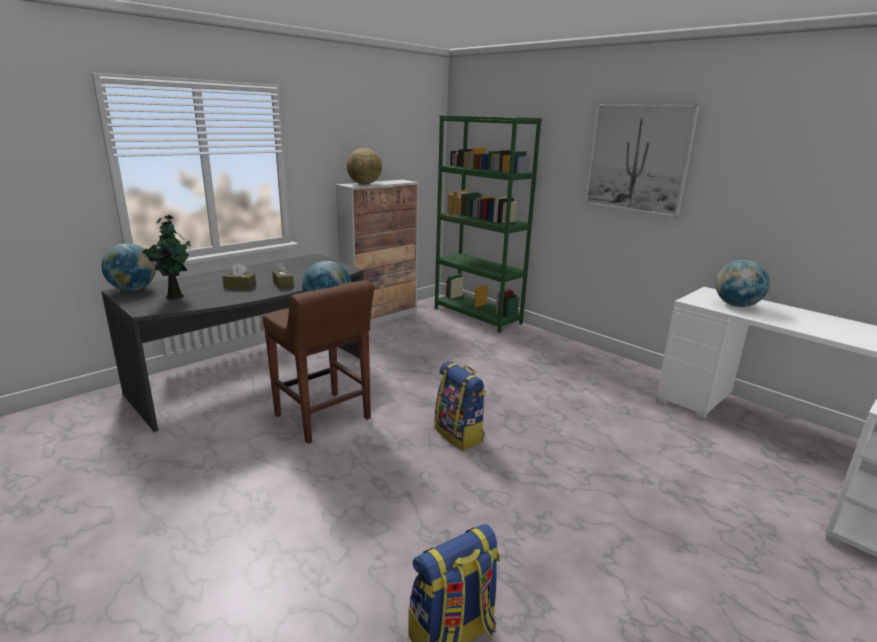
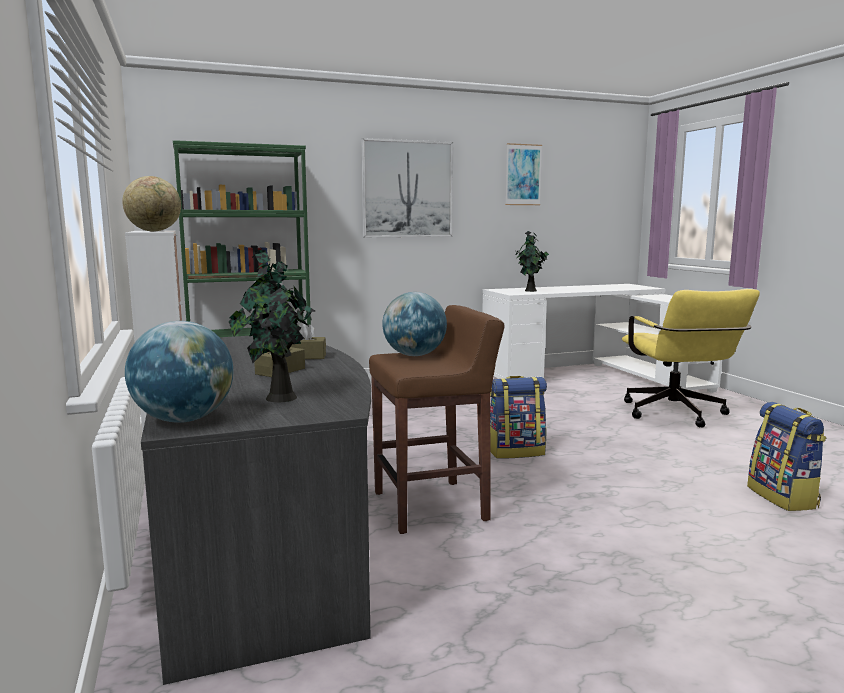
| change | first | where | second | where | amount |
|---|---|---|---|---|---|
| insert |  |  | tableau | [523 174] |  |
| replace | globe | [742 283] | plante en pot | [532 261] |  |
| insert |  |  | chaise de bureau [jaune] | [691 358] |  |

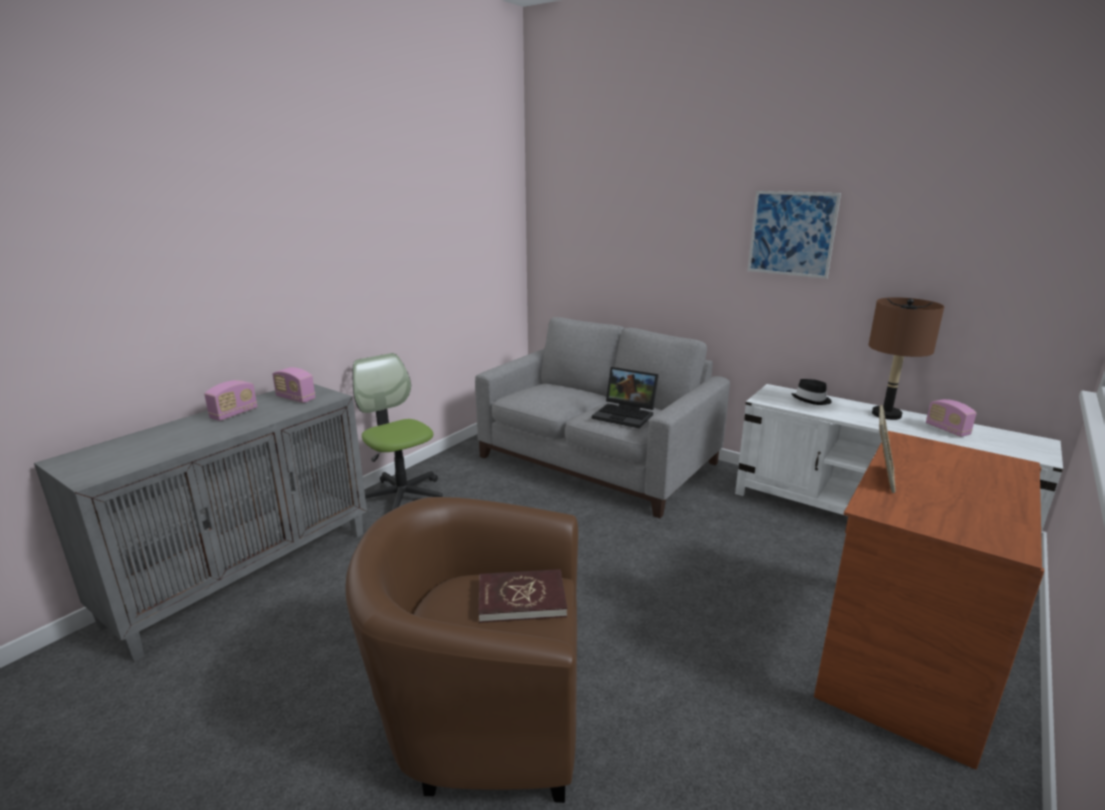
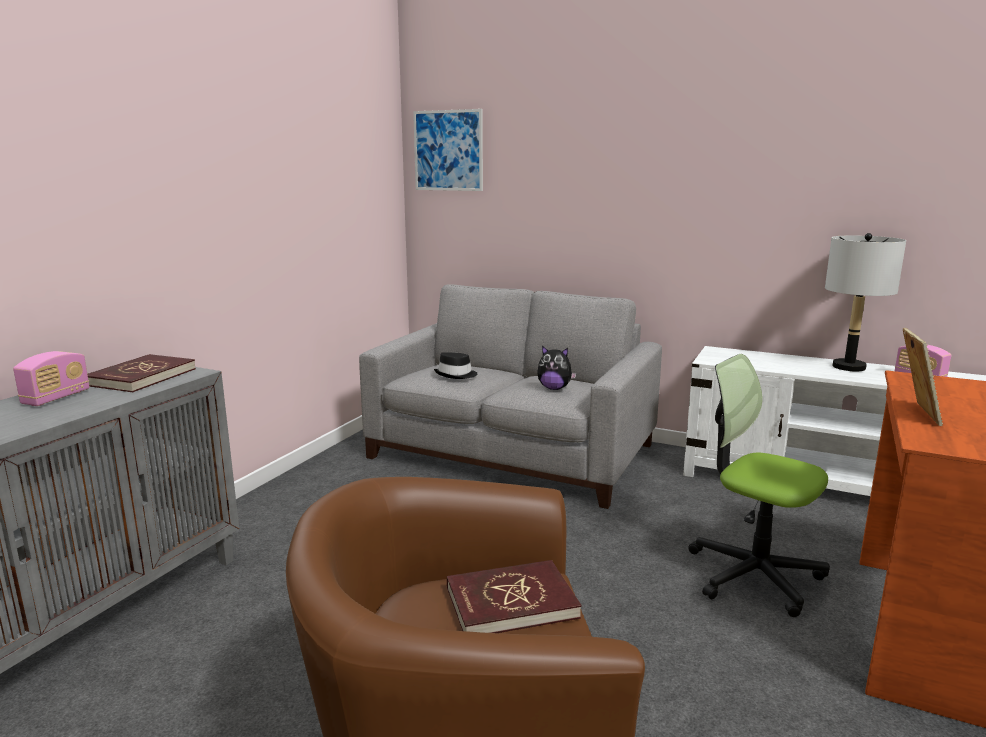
| change | first | where | second | where | amount |
|---|---|---|---|---|---|
| replace | radio | [293 385] | livre [rouge] | [142 373] |  |
| move | tableau | [794 235] |  | [448 150] |  |
| move | chapeau [noir] | [811 392] |  | [455 365] |  |
| replace | ordinateur portable | [625 397] | peluche | [557 368] |  |
| move | chaise de bureau | [398 432] |  | [759 485] |  |
| recolor | lampe de table [marron] | [906 358] | lampe de table [gris] | [865 302] |  |

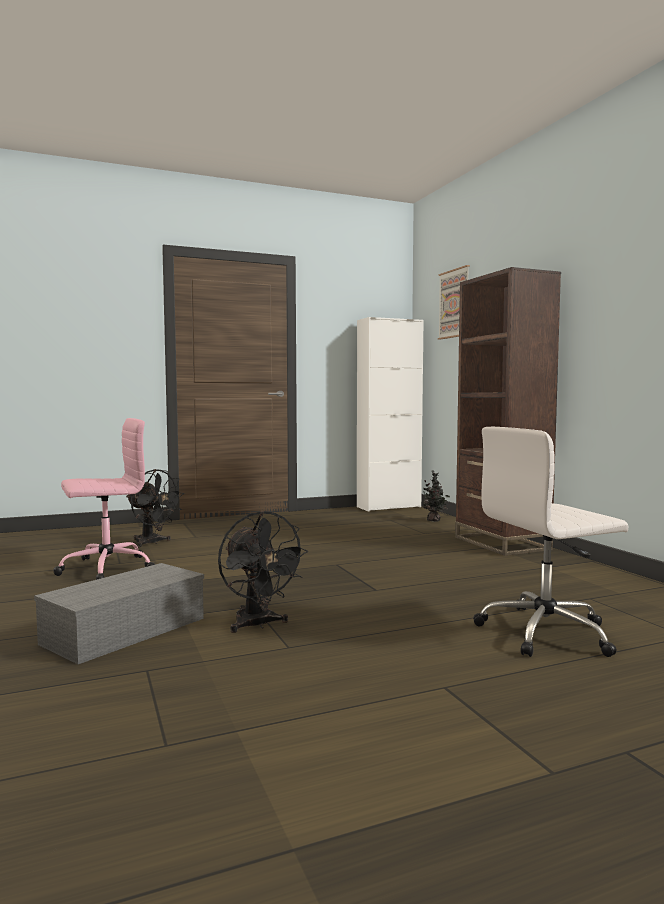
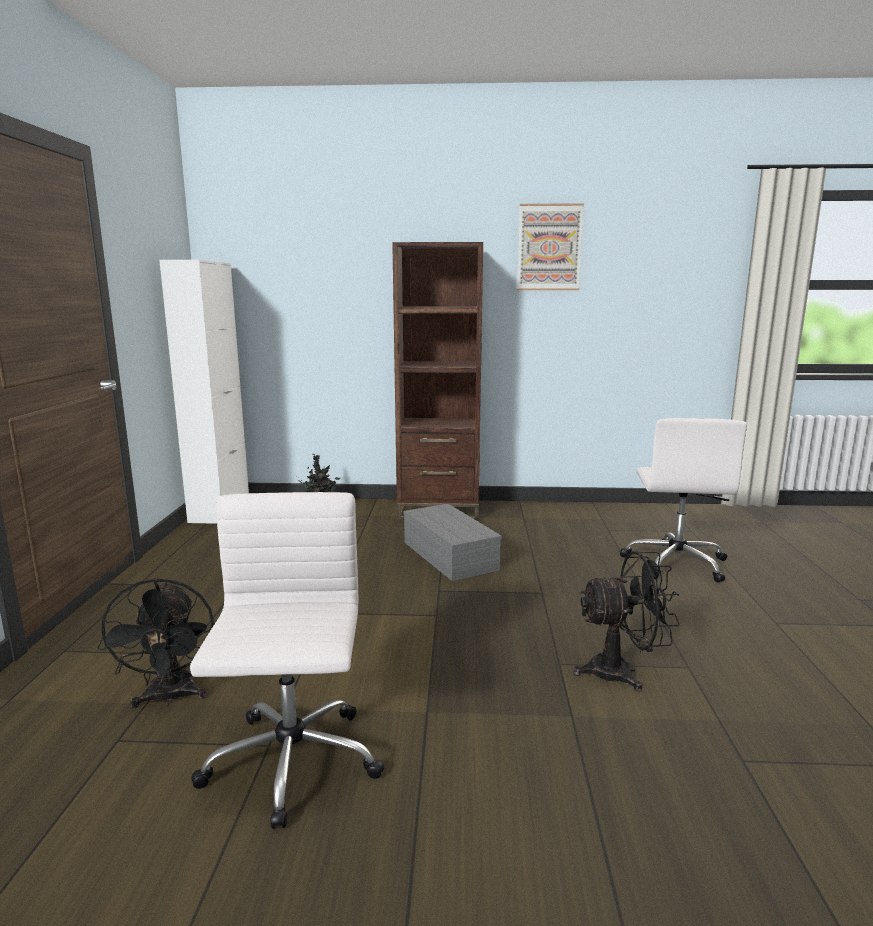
| change | first | where | second | where | amount |
|---|---|---|---|---|---|
| rotate | ventilateur [noir] | [155 508] |  | [155 643] | 105 degrees clockwise |
| recolor | chaise de bureau [rose] | [104 499] | chaise de bureau [blanc] | [287 660] |  |
| move | boîte de rangement [gris] | [119 613] |  | [453 542] |  |
| move | tableau | [454 302] |  | [550 246] |  |

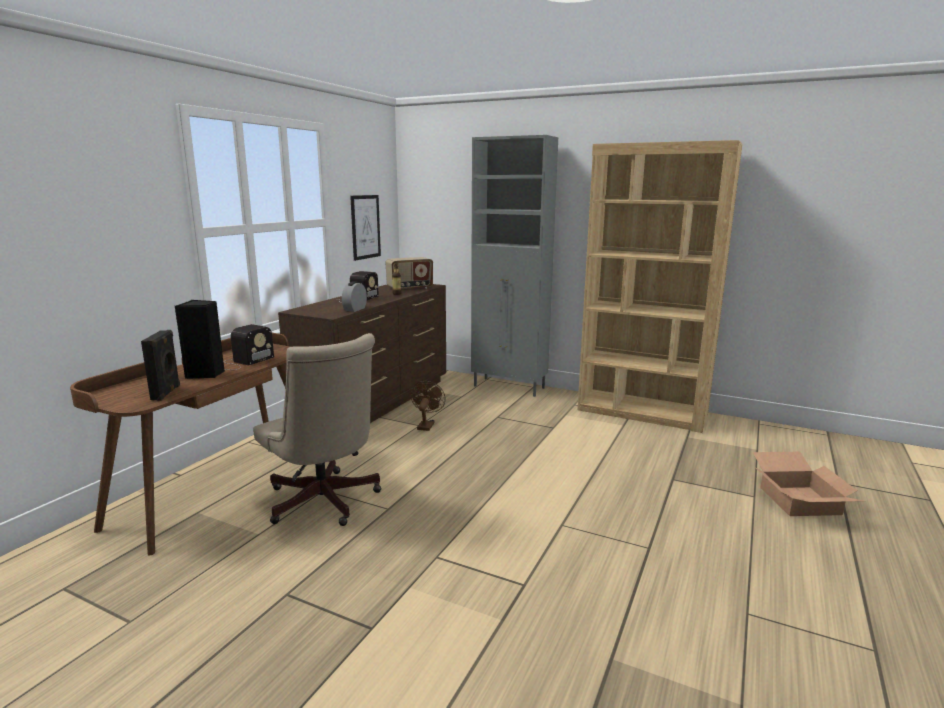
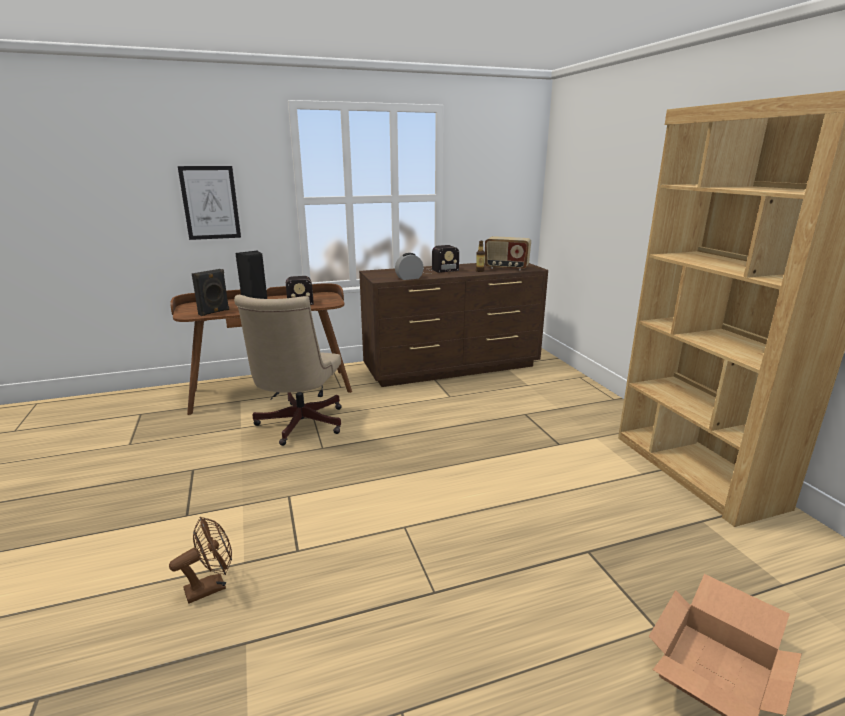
| change | first | where | second | where | amount |
|---|---|---|---|---|---|
| move | ventilateur [marron] | [428 406] |  | [200 560] |  |
| move | tableau | [365 228] |  | [209 203] |  |
| delete | meuble de rangement [gris] | [514 266] |  |  |  |

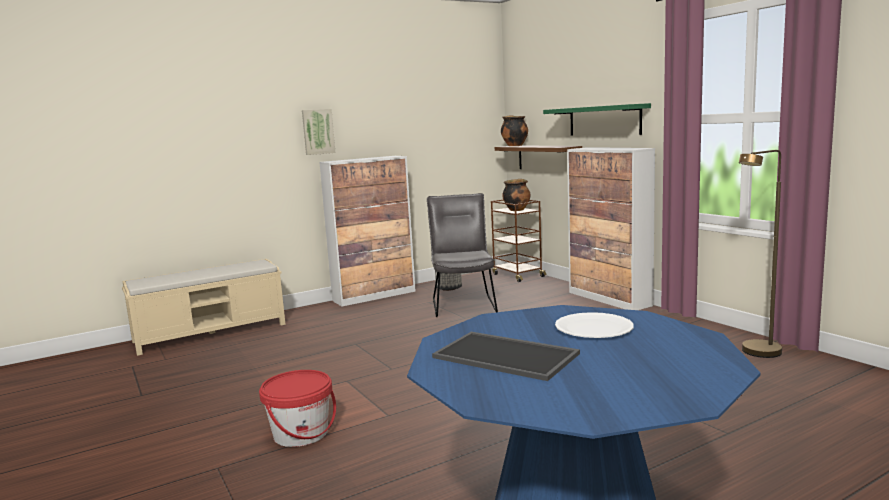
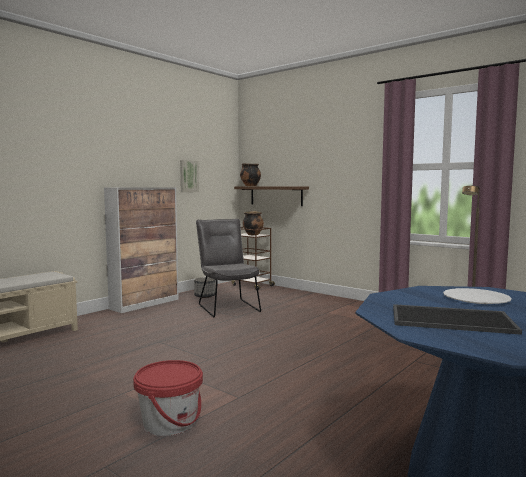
| change | first | where | second | where | amount |
|---|---|---|---|---|---|
| move | tableau | [318 132] |  | [189 176] |  |
| delete | étagère [vert] | [597 119] |  |  |  |
| delete | meuble de rangement | [611 228] |  |  |  |

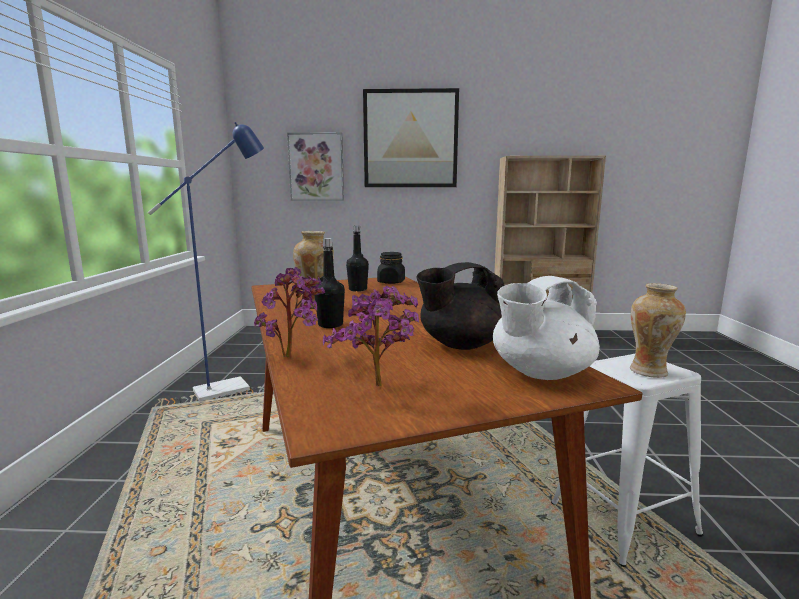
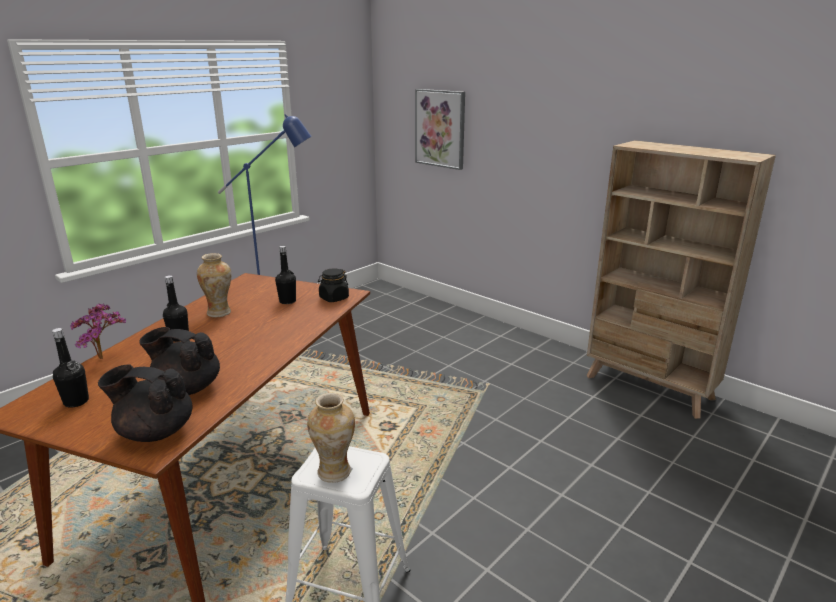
| change | first | where | second | where | amount |
|---|---|---|---|---|---|
| replace | plante en pot | [371 336] | bouteille [noir] | [70 368] |  |
| recolor | théière [blanc] | [546 328] | théière [noir] | [145 403] |  |
| delete | tableau | [411 137] |  |  |  |

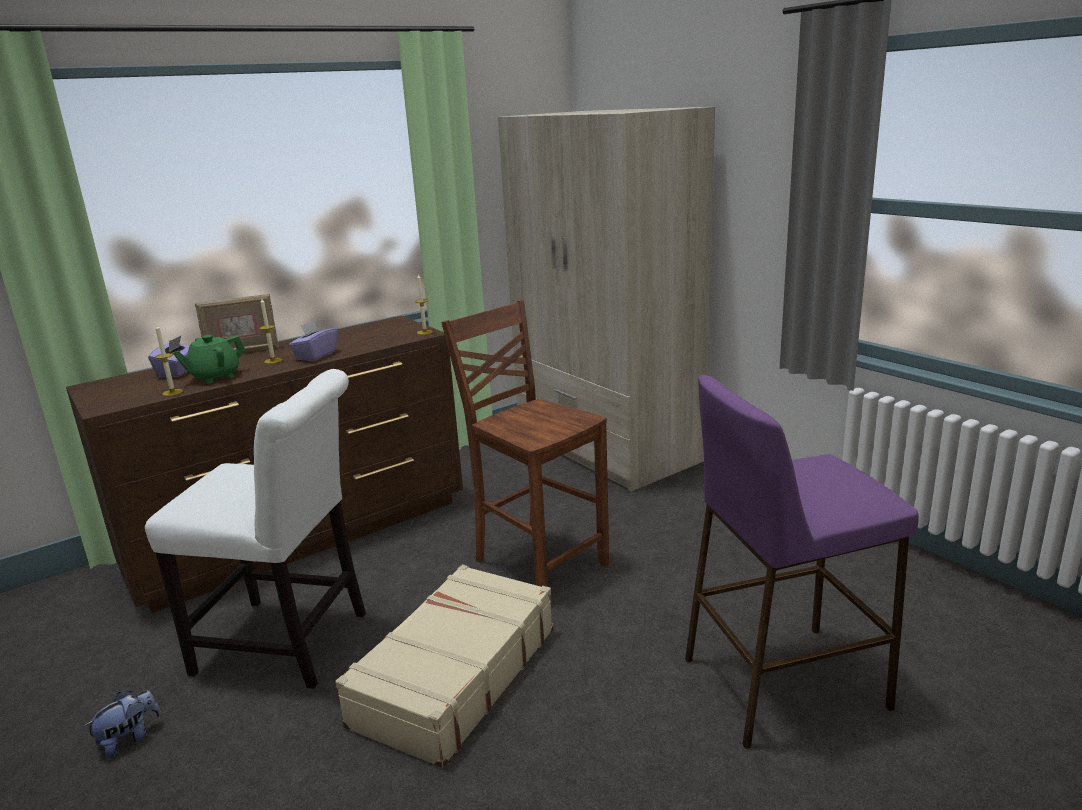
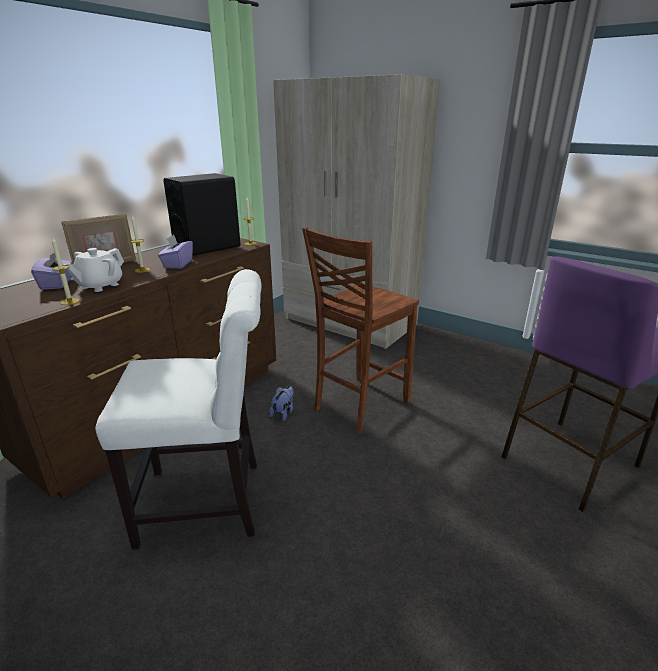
| change | first | where | second | where | amount |
|---|---|---|---|---|---|
| recolor | théière [vert] | [209 359] | théière [blanc] | [94 270] |  |
| insert |  |  | enceinte [noir] | [201 214] |  |
| move | peluche | [122 724] |  | [281 403] |  |
| rotate | chaise [marron] | [525 443] |  | [360 330] | 75 degrees counterclockwise |
| delete | valise [beige] | [444 666] |  |  |  |

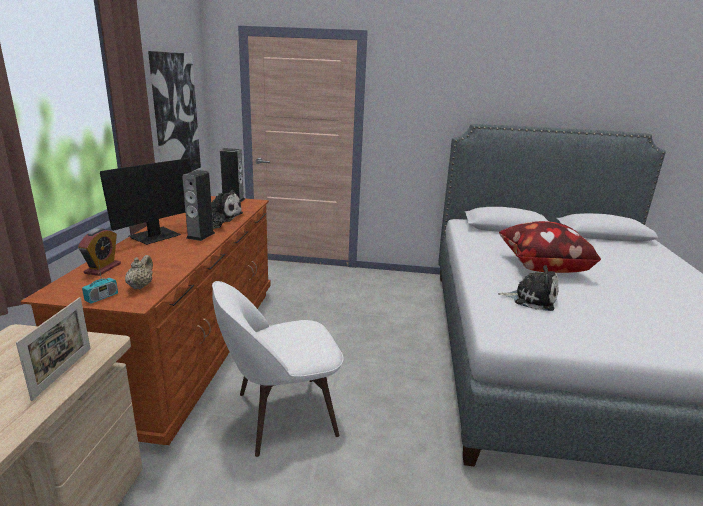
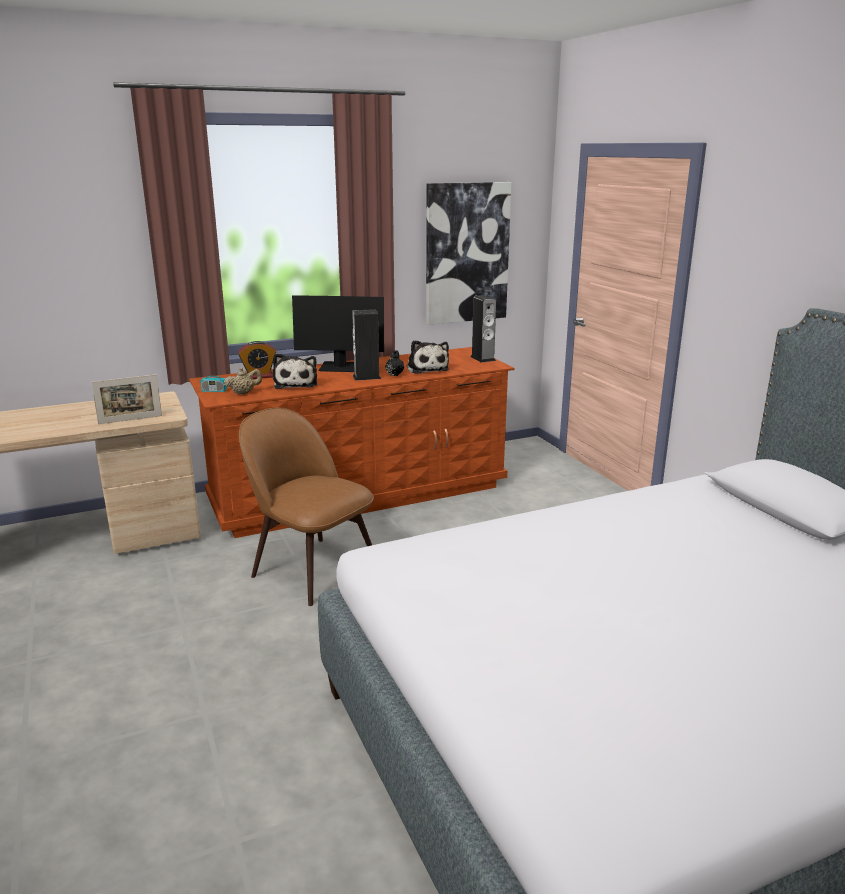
| change | first | where | second | where | amount |
|---|---|---|---|---|---|
| recolor | chaise [blanc] | [278 369] | chaise [marron] | [306 507] |  |
| move | peluche | [528 288] |  | [295 371] |  |
| delete | coussin | [550 247] |  |  |  |

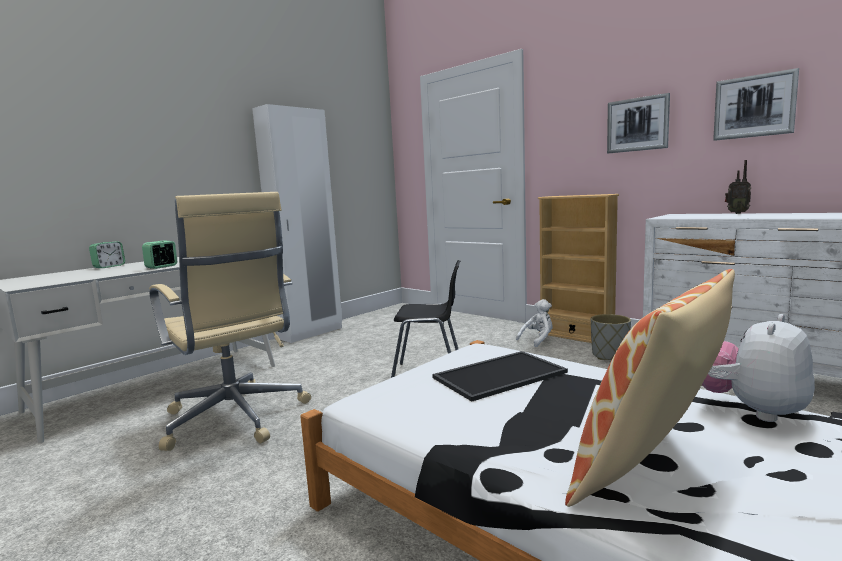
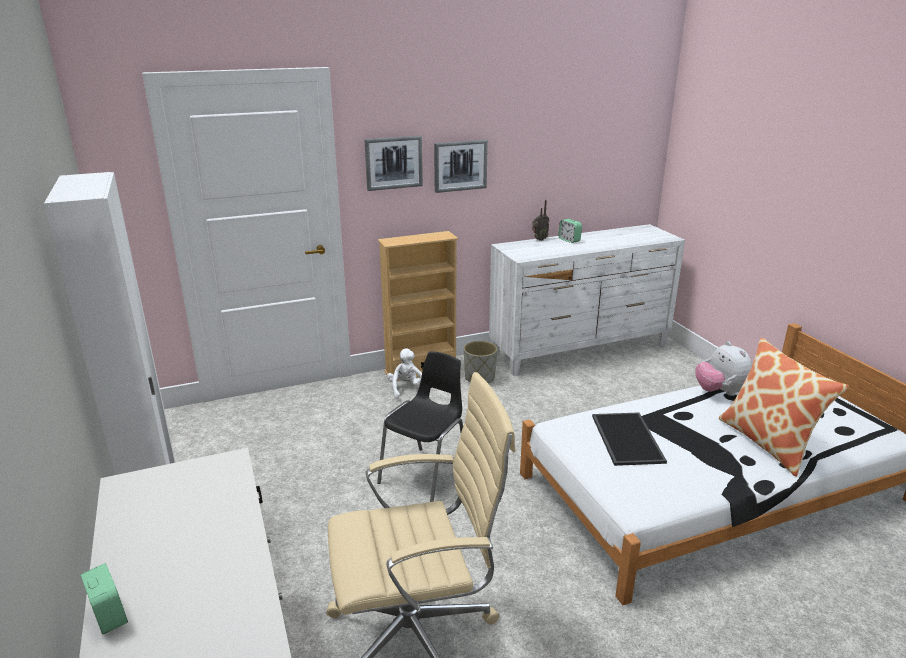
| change | first | where | second | where | amount |
|---|---|---|---|---|---|
| move | tableau | [756 104] |  | [393 163] |  |
| move | réveil | [159 255] |  | [570 231] |  |

